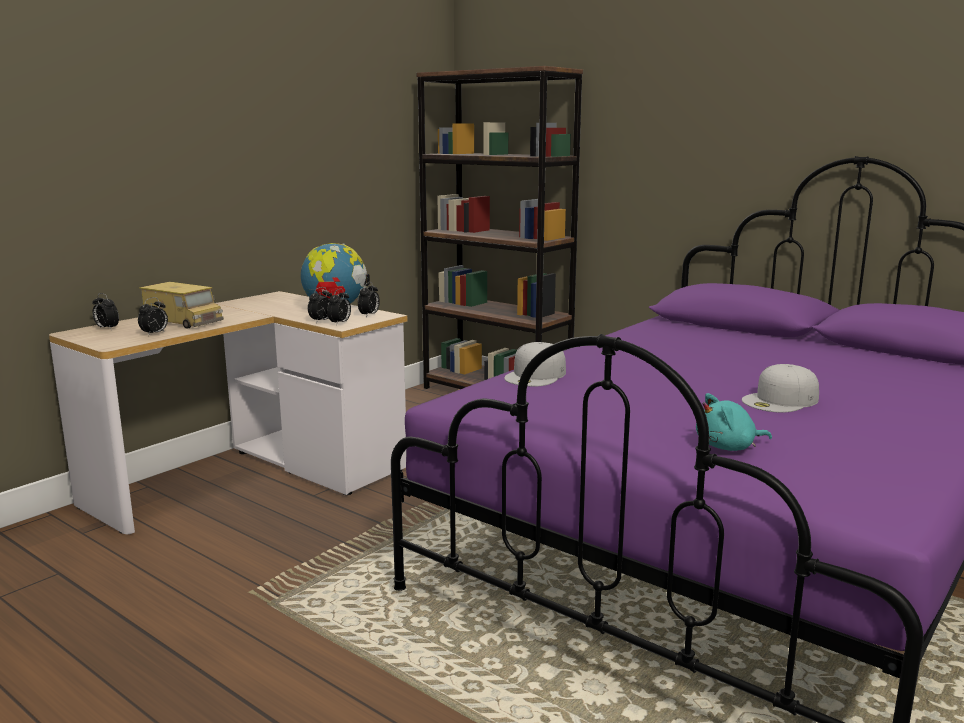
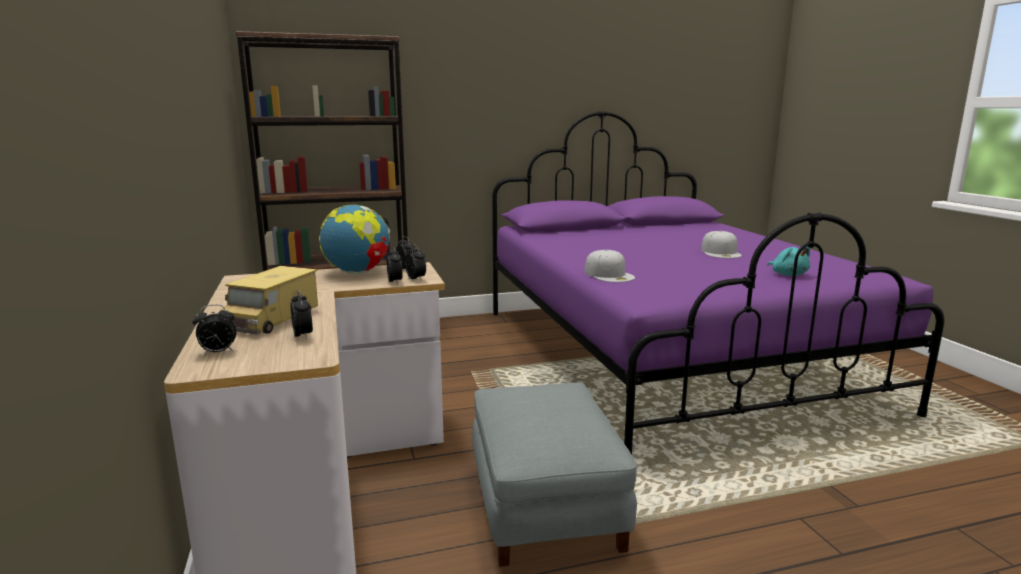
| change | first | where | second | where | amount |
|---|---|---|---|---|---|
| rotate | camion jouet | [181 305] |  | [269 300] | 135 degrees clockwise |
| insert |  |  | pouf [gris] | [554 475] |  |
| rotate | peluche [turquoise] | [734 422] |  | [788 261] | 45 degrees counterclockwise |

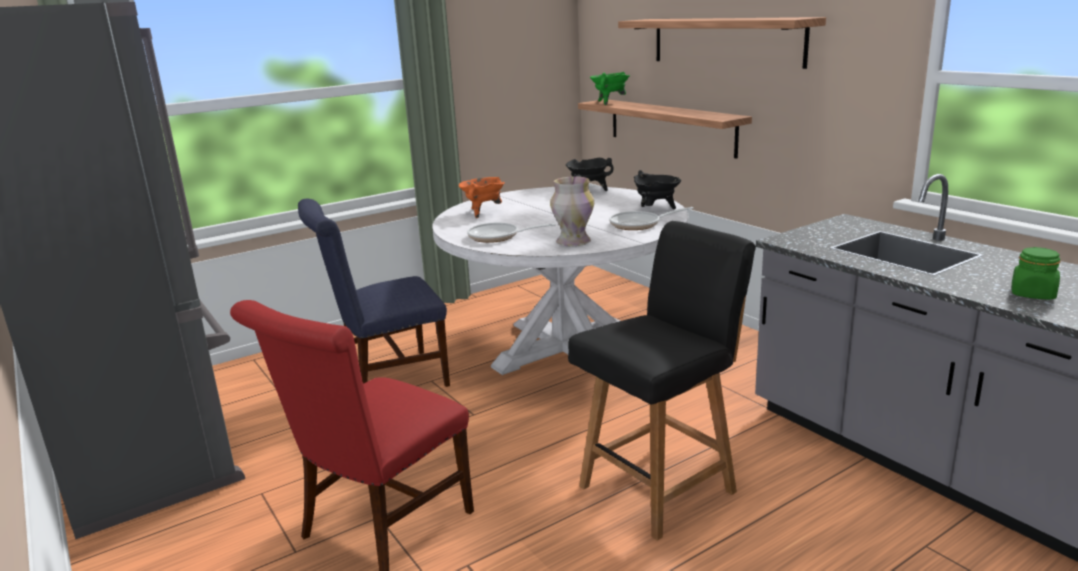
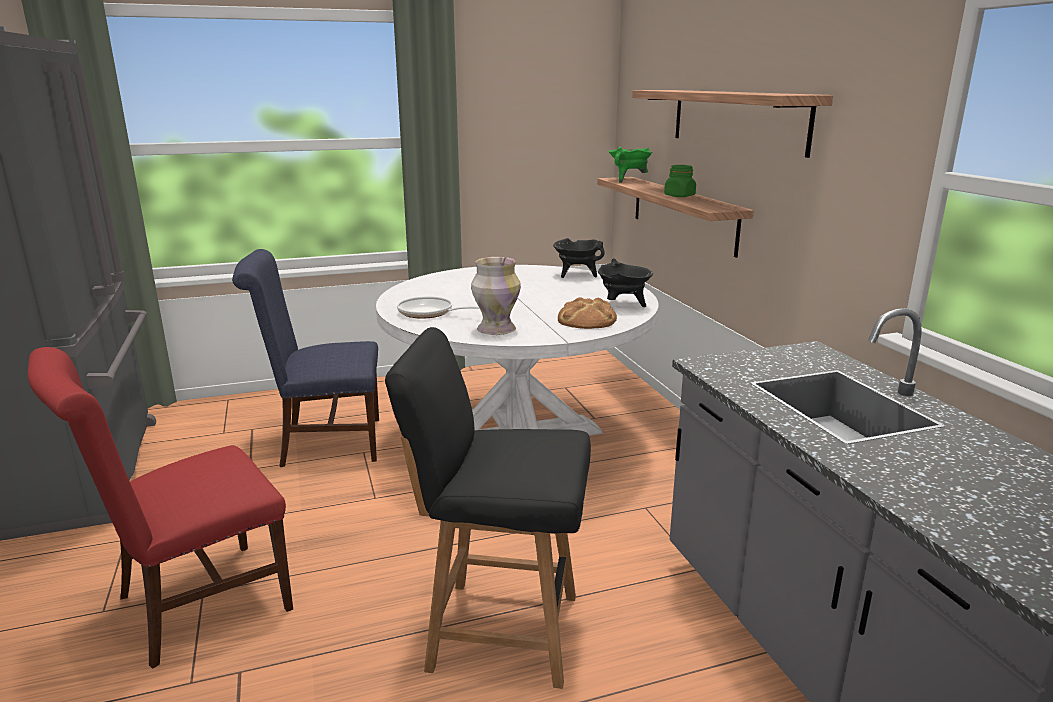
| change | first | where | second | where | amount |
|---|---|---|---|---|---|
| rotate | chaise [noir] | [662 381] |  | [488 508] | 150 degrees counterclockwise |
| replace | poêle | [651 218] | pain | [587 313] |  |
| move | bocal [vert] | [1036 273] |  | [680 181] |  |
| delete | marmite [orange] | [482 197] |  |  |  |

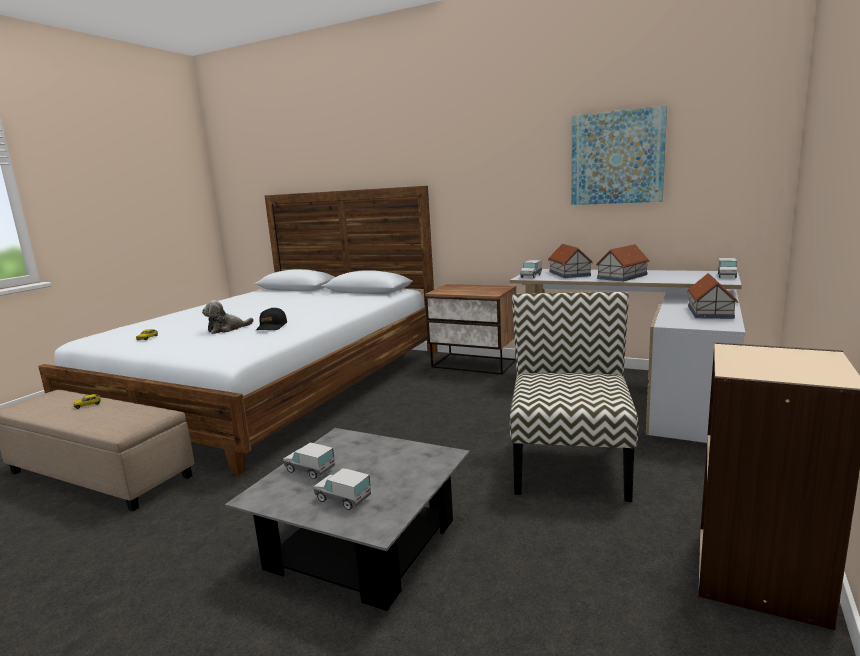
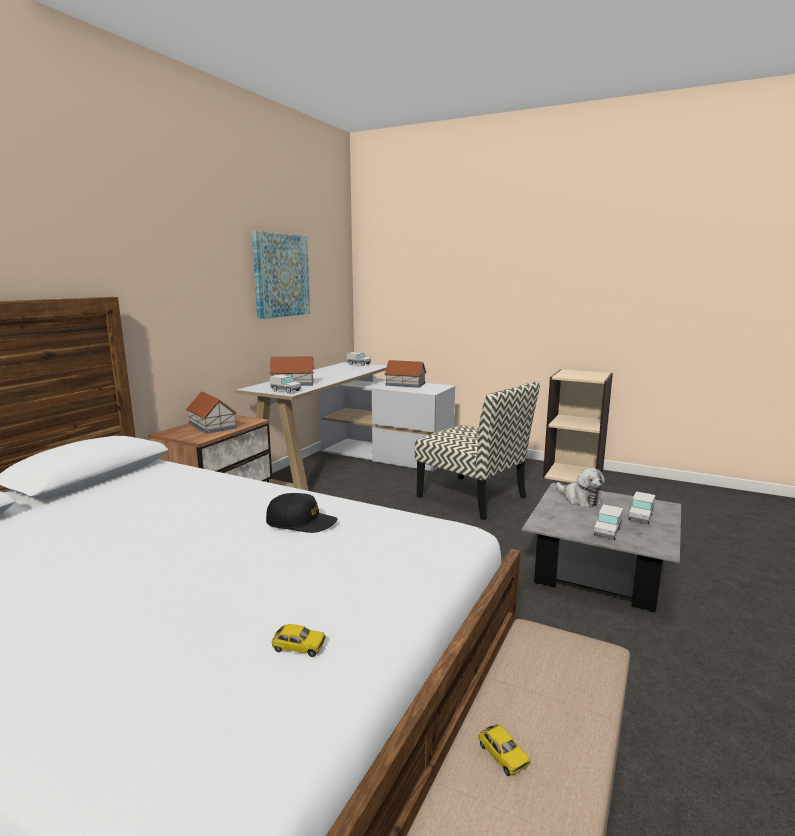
| change | first | where | second | where | amount |
|---|---|---|---|---|---|
| move | maison miniature | [623 263] |  | [211 412] |  |
| rotate | chaise | [574 397] |  | [477 450] | 150 degrees counterclockwise |
| move | peluche | [228 317] |  | [580 487] |  |

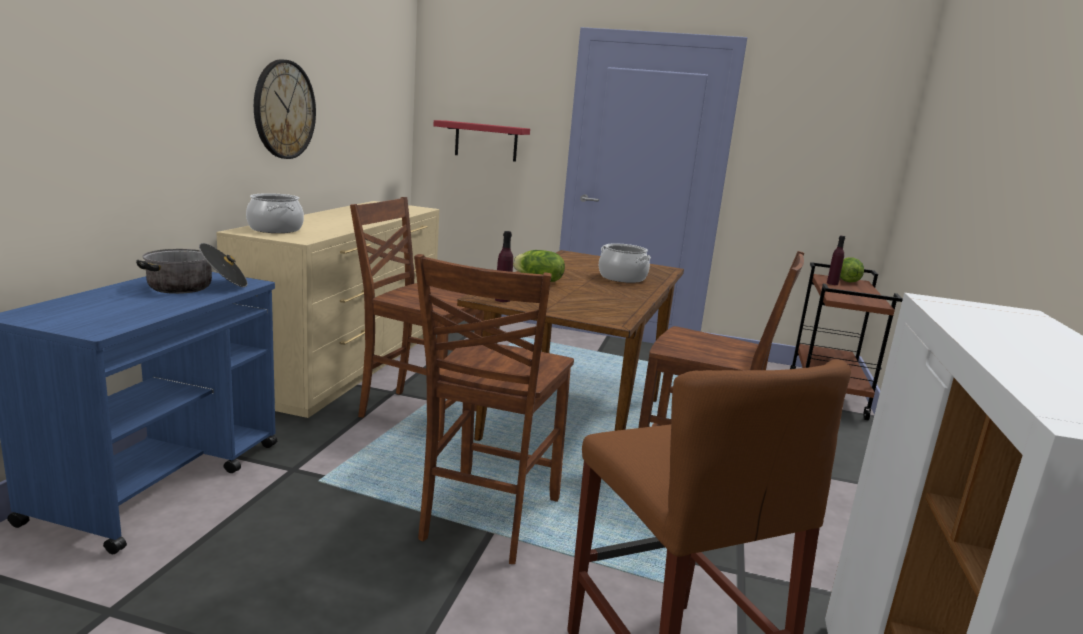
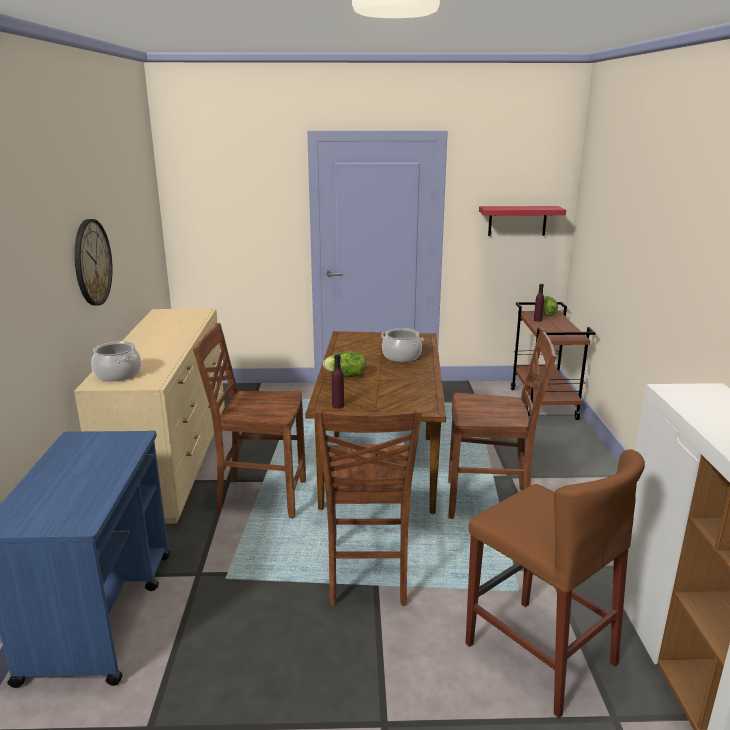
| change | first | where | second | where | amount |
|---|---|---|---|---|---|
| move | étagère [rouge] | [481 141] |  | [522 221] |  |
| delete | marmite | [192 268] |  |  |  |

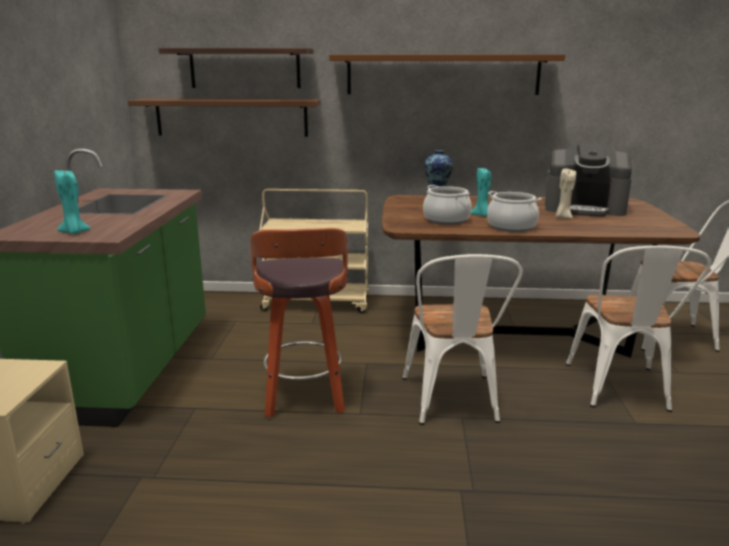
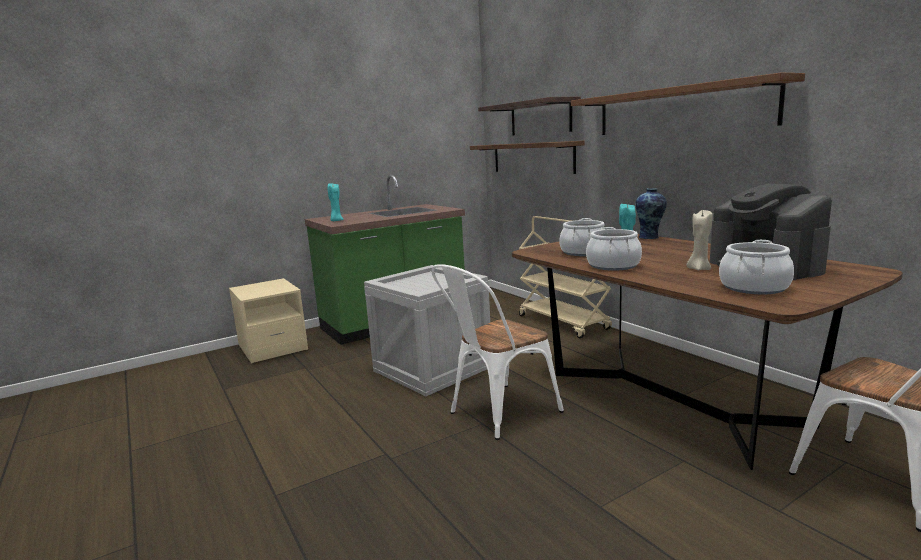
| change | first | where | second | where | amount |
|---|---|---|---|---|---|
| replace | tabouret | [299 323] | caisse | [427 330] |  |
| insert |  |  | marmite | [756 267] |  |
| delete | chaise [blanc] | [638 328] |  |  |  |

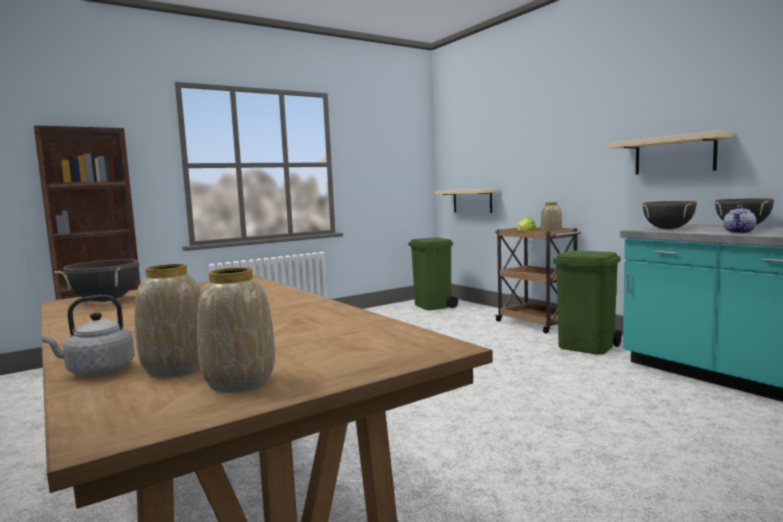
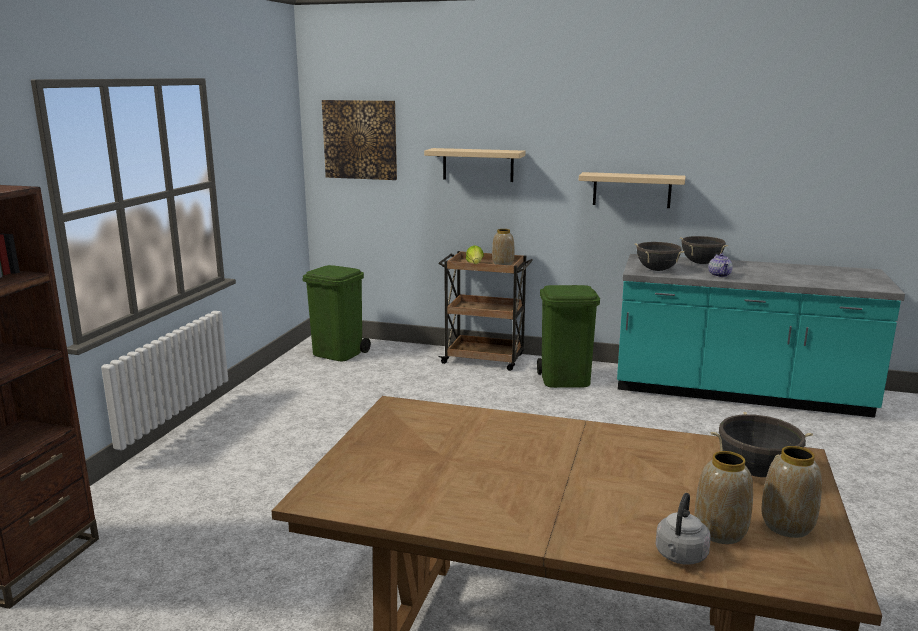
| change | first | where | second | where | amount |
|---|---|---|---|---|---|
| insert |  |  | tableau | [359 140] |  |
| move | étagère [beige] | [466 200] |  | [474 165] |  |
| move | marmite [noir] | [99 280] |  | [762 444] |  |

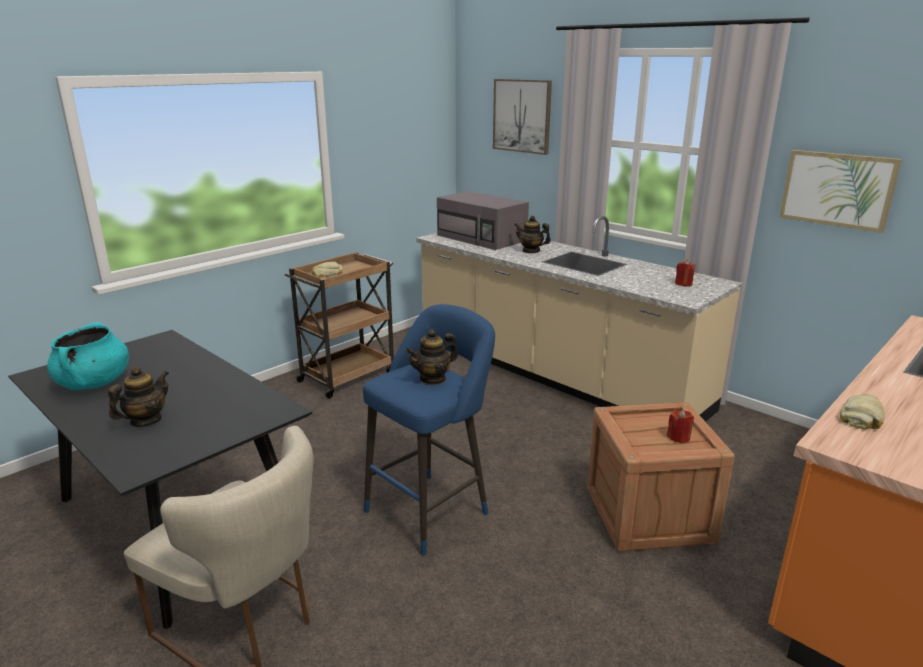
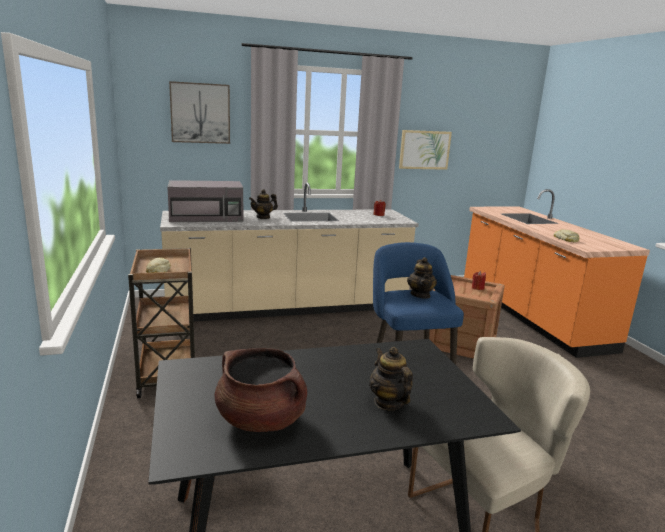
| change | first | where | second | where | amount |
|---|---|---|---|---|---|
| recolor | marmite [turquoise] | [88 356] | marmite [marron] | [260 390] |  |

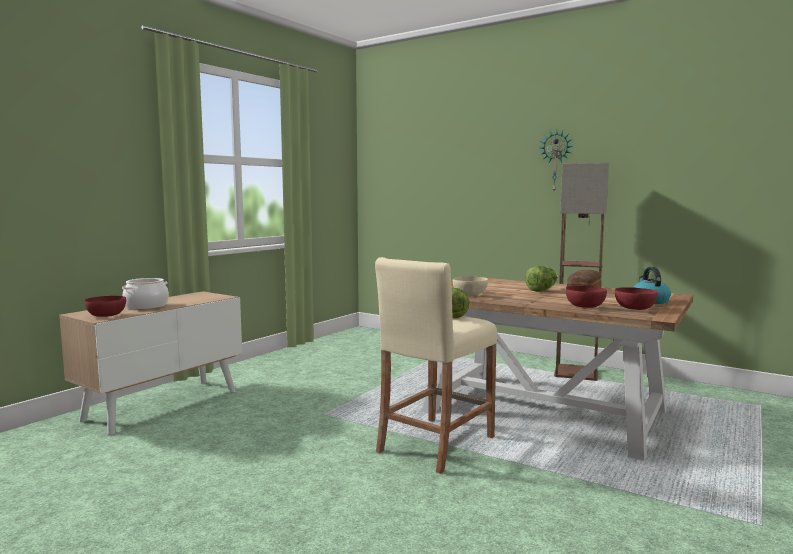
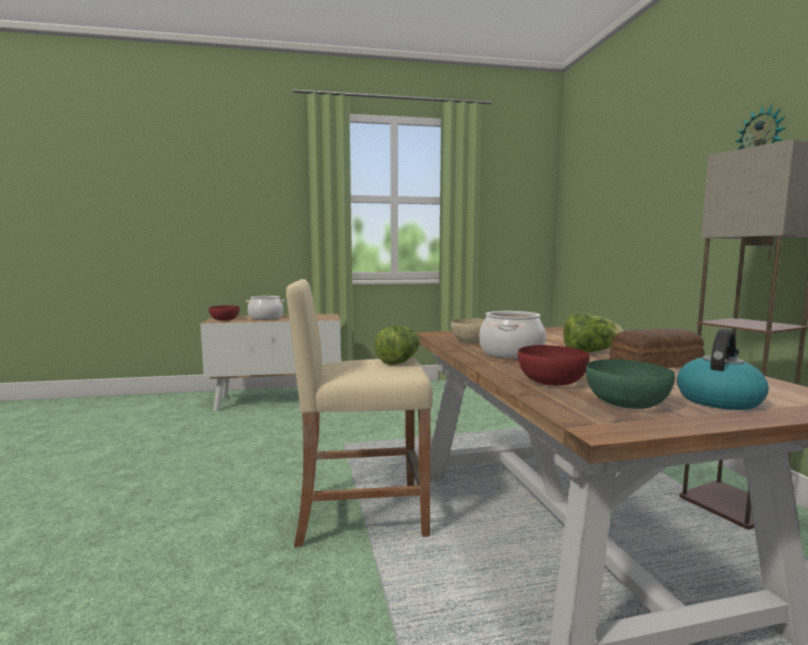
| change | first | where | second | where | amount |
|---|---|---|---|---|---|
| insert |  |  | marmite | [512 335] |  |
| recolor | bol [rouge] | [636 298] | bol [vert] | [630 384] |  |

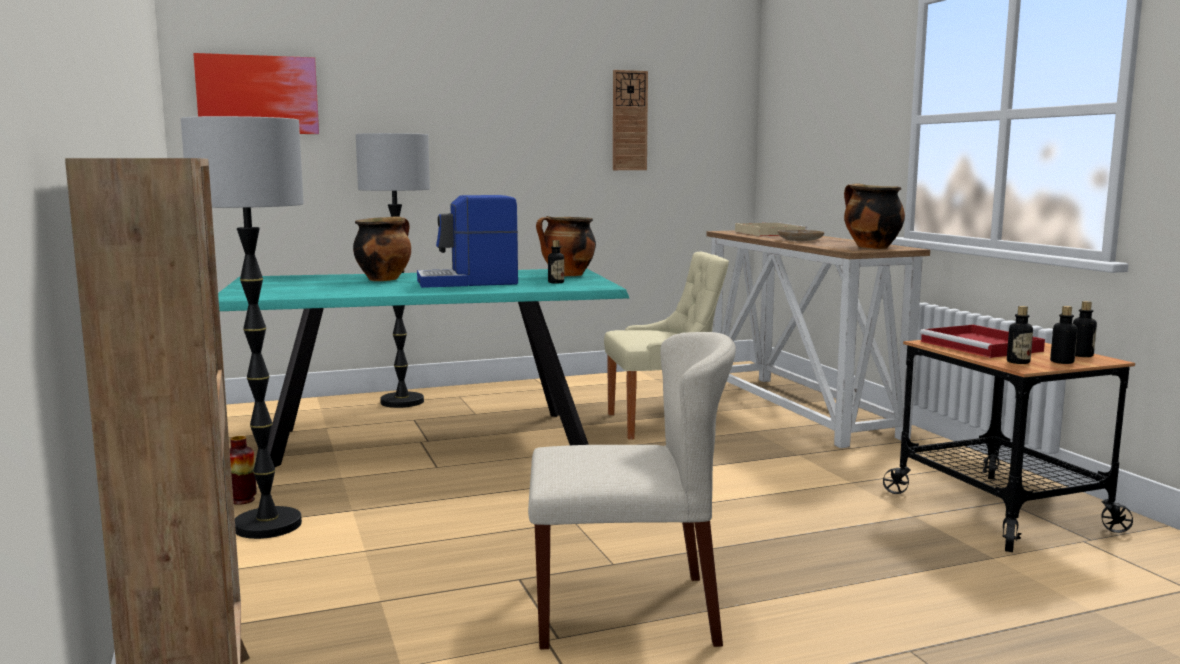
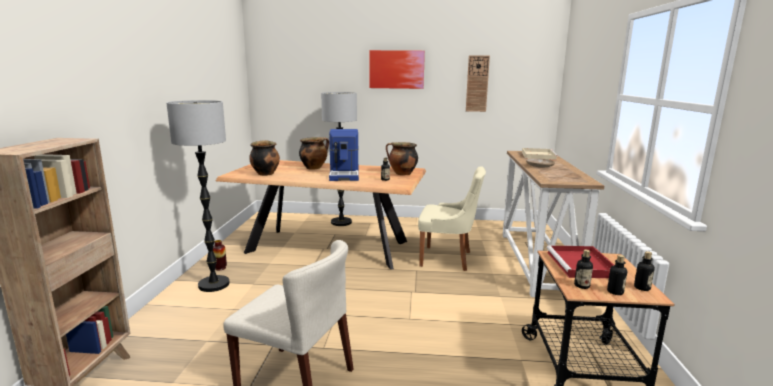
| change | first | where | second | where | amount |
|---|---|---|---|---|---|
| recolor | table à manger [turquoise] | [423 367] | table à manger [marron] | [321 215] |  |
| move | marmite | [874 216] |  | [264 158] |  |
| rotate | machine à café | [467 241] |  | [344 155] | 105 degrees counterclockwise |
| move | tableau | [256 93] |  | [397 69] |  |

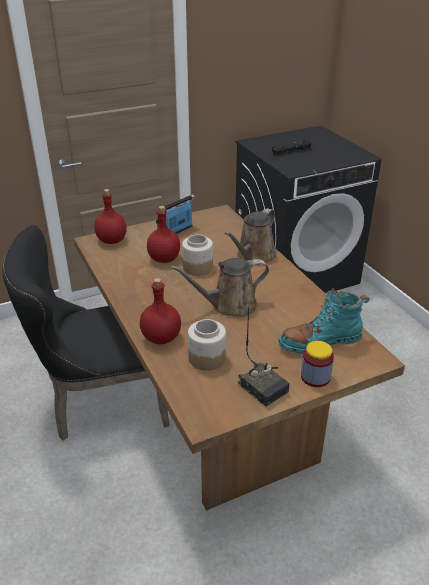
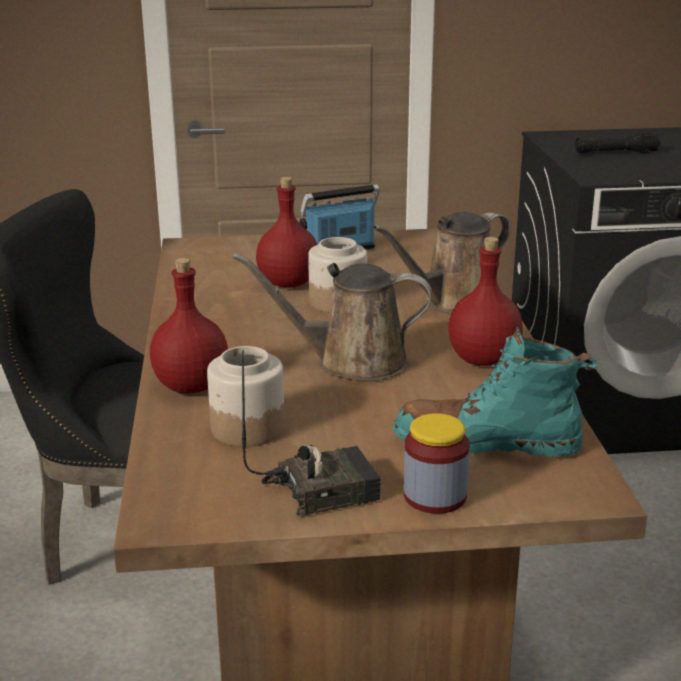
| change | first | where | second | where | amount |
|---|---|---|---|---|---|
| rotate | radio | [264 356] |  | [311 433] | 90 degrees counterclockwise |
| move | bouteille [rouge] | [110 216] |  | [485 301] |  |

